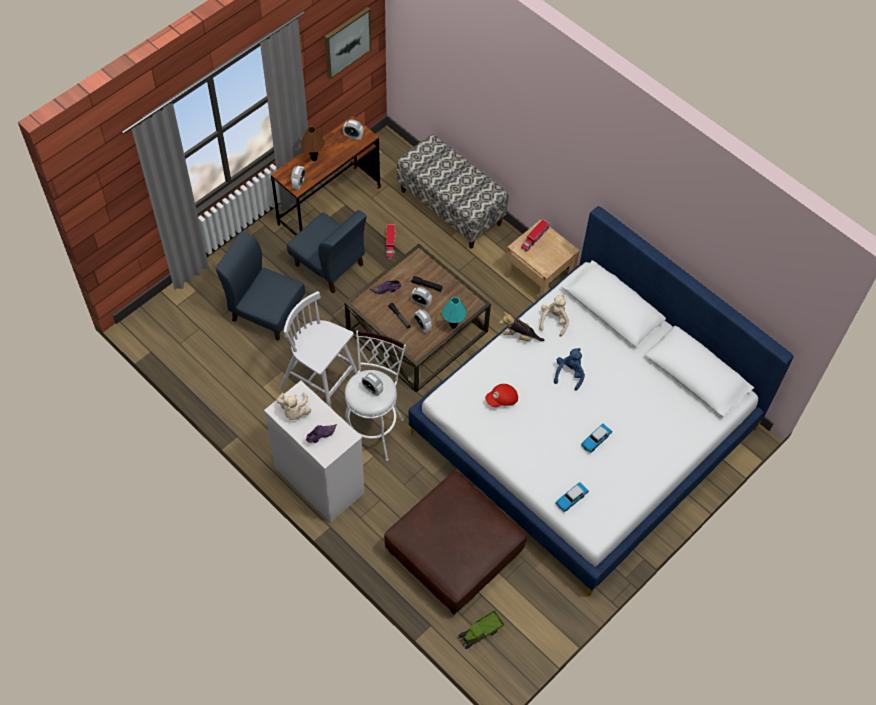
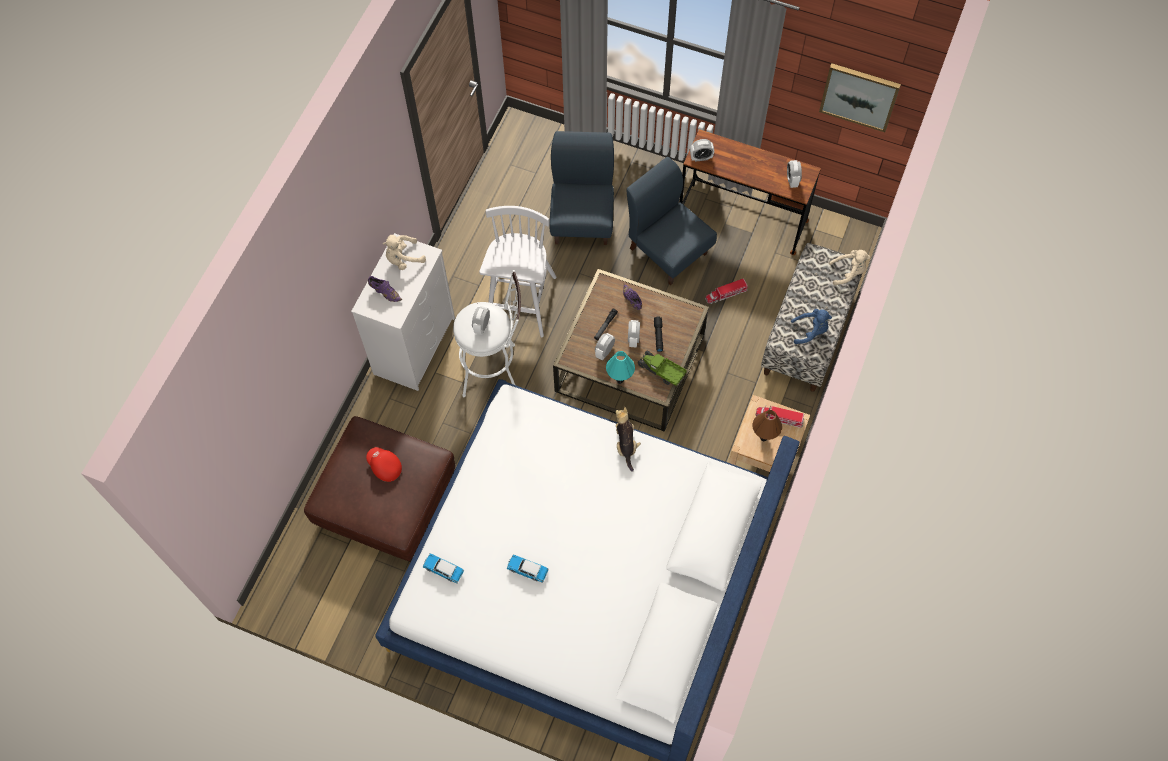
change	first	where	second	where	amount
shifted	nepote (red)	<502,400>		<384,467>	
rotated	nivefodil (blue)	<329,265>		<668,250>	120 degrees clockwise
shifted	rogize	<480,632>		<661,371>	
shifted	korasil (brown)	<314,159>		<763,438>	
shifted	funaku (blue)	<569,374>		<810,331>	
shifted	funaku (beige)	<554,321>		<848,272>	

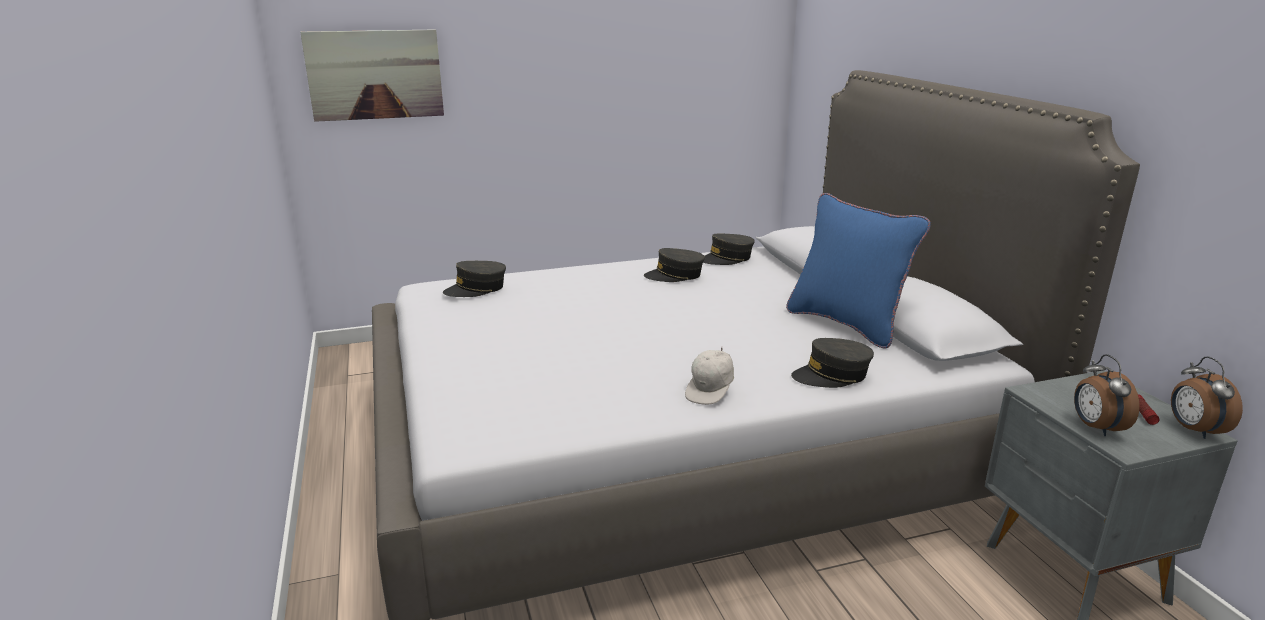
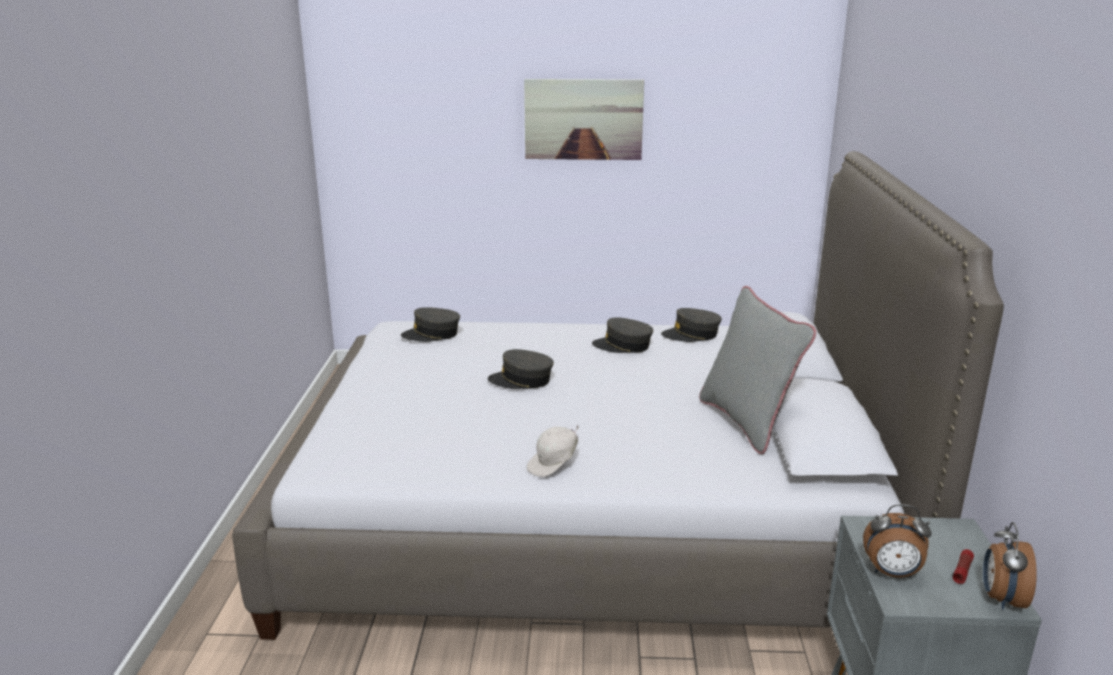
change	first	where	second	where	amount
shifted	nepote (grey)	<832,375>		<521,380>	
shifted	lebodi	<375,75>		<583,119>	
repainted	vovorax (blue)	<846,324>	vovorax (grey)	<747,422>	
rotated	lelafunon	<1095,427>		<892,573>	90 degrees counterclockwise

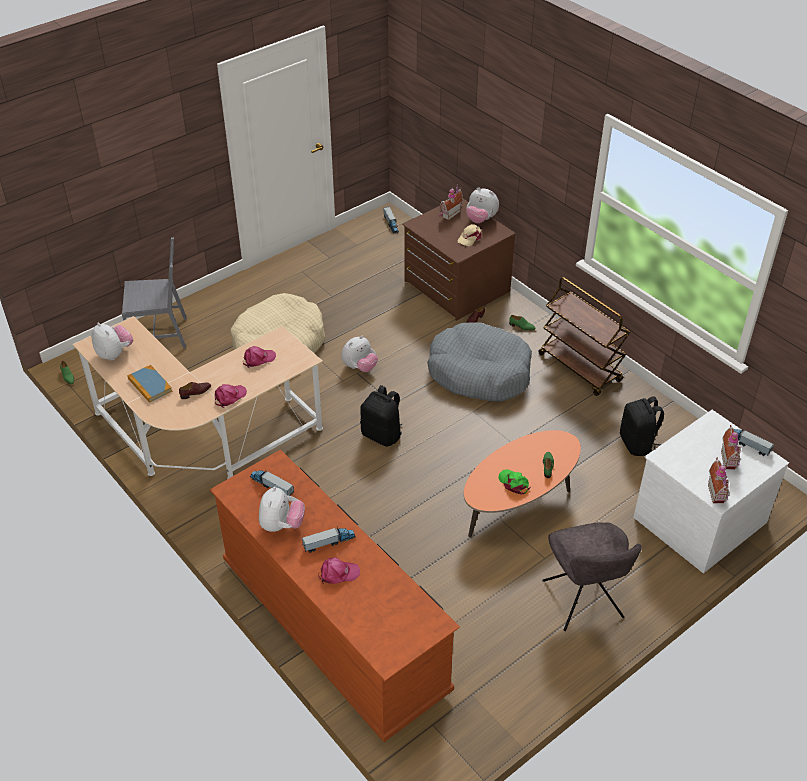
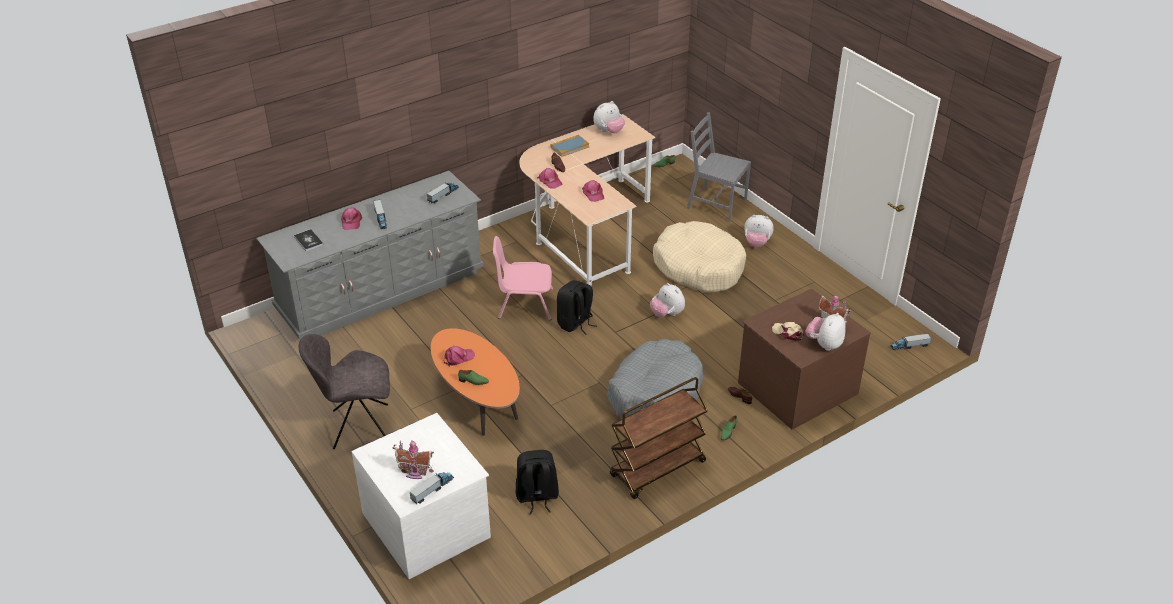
change	first	where	second	where	amount
repainted	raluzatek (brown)	<334,626>	raluzatek (grey)	<381,291>	
new			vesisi	<308,240>	
repainted	nepote (green)	<514,483>	nepote (pink)	<458,358>	
new			nivefodil (pink)	<524,304>	
rotated	nivefodil (grey)	<160,334>		<716,204>	120 degrees clockwise
shifted	funaku	<282,525>		<756,243>	
gone	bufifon	<718,493>			

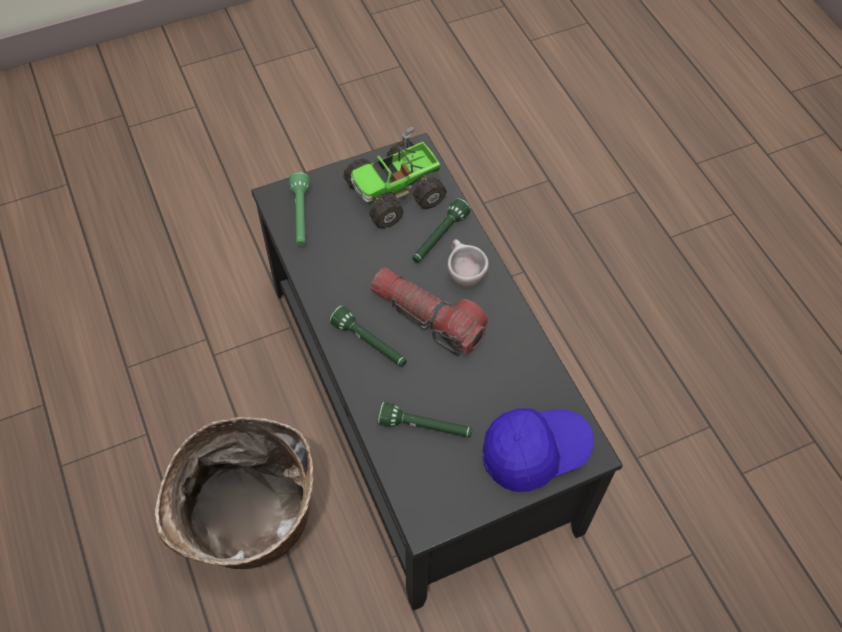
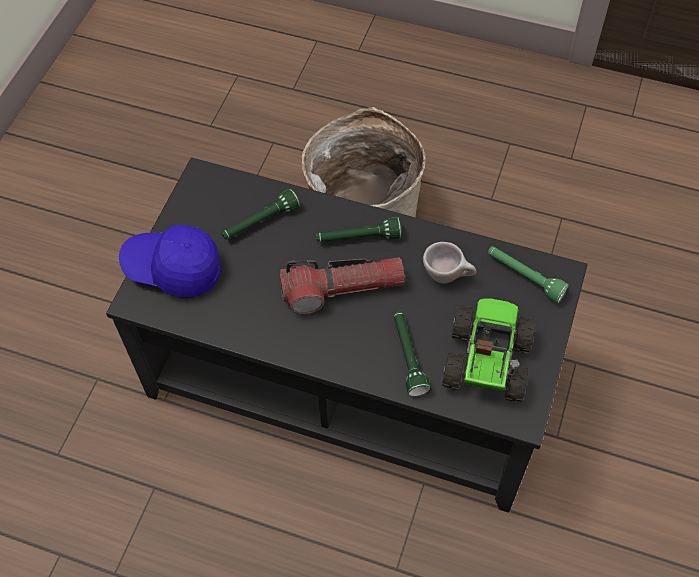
change	first	where	second	where	amount
rotated	nepote (blue)	<534,452>		<173,268>	75 degrees clockwise
shifted	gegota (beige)	<463,275>		<448,276>	

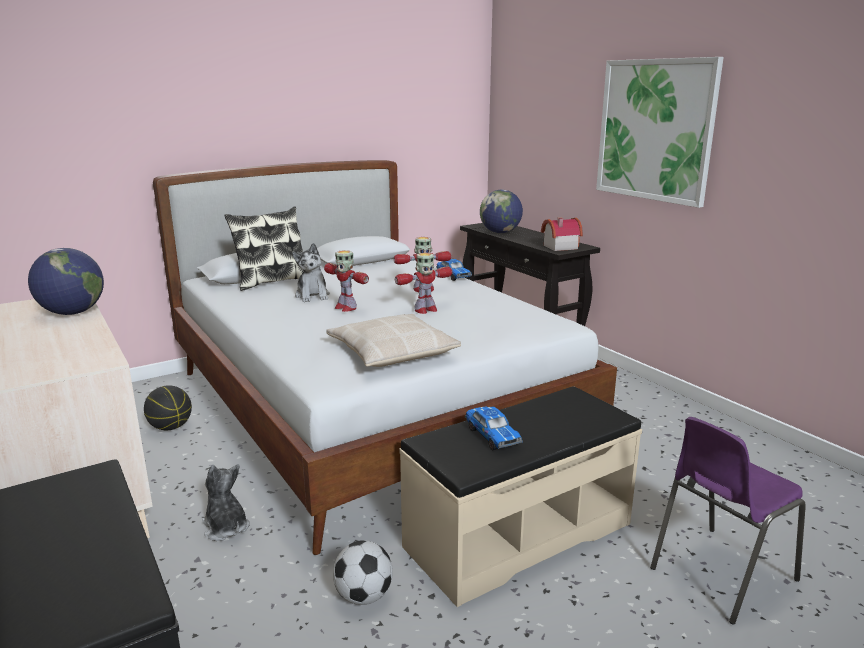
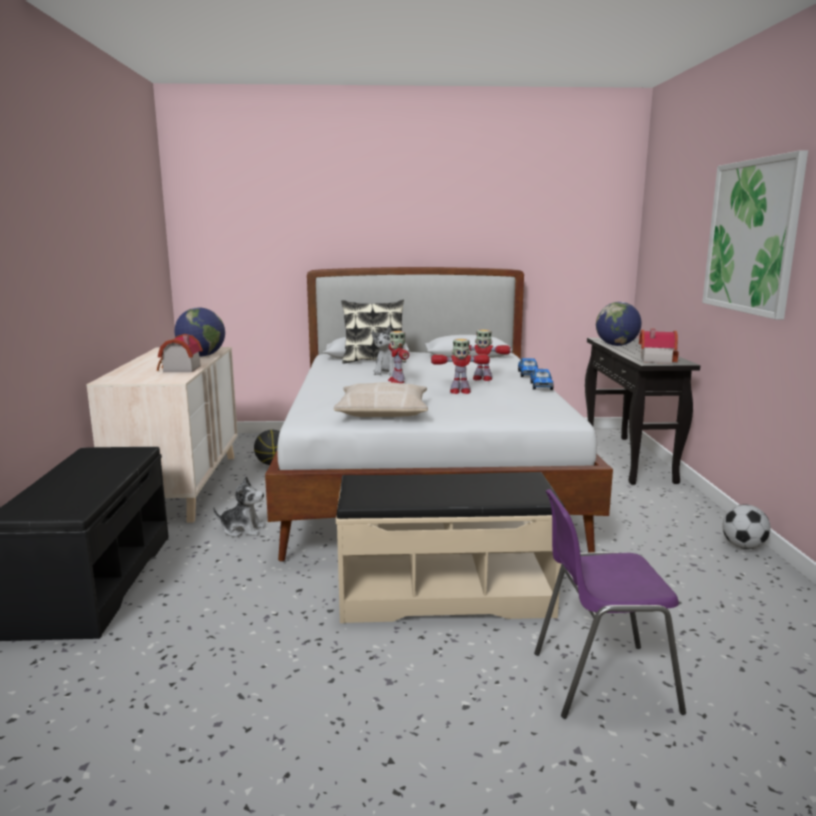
change	first	where	second	where	amount
new			bufifon	<179,369>	
rotated	funaku	<226,528>		<242,529>	105 degrees clockwise
shifted	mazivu	<492,435>		<541,386>	
shifted	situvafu	<363,597>		<743,547>	

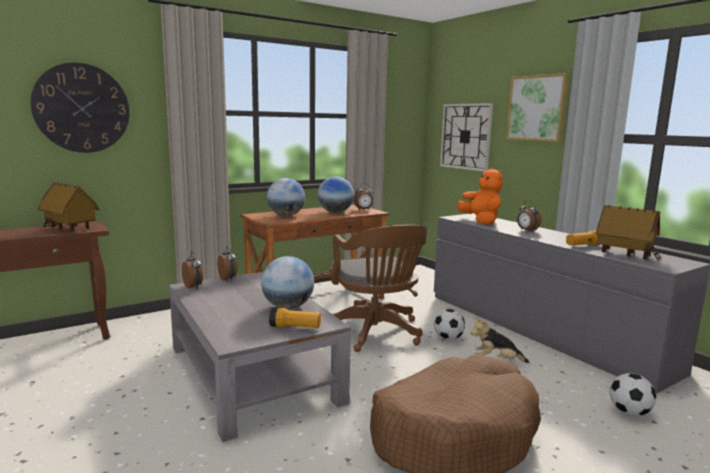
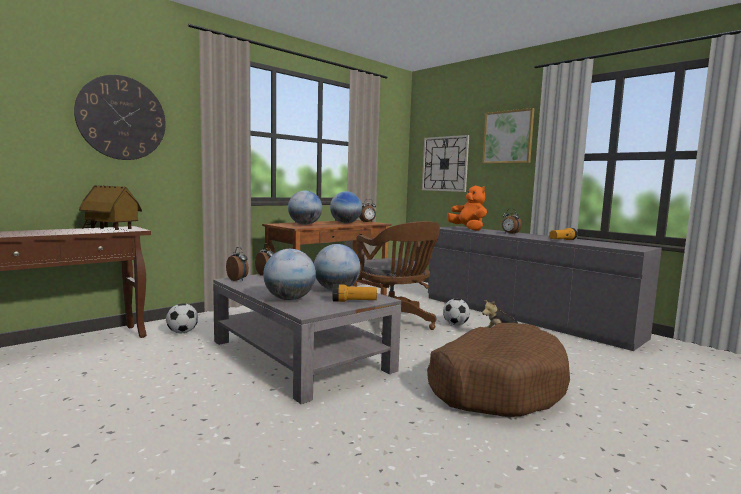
change	first	where	second	where	amount
shifted	situvafu	<629,412>		<182,332>	
new			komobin	<289,299>	
gone	bufifon	<625,255>			

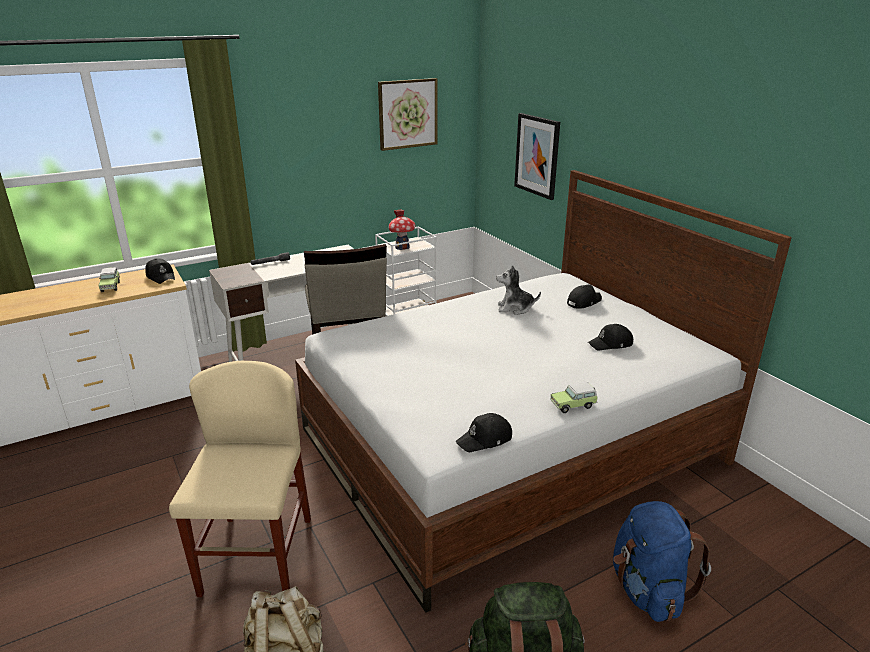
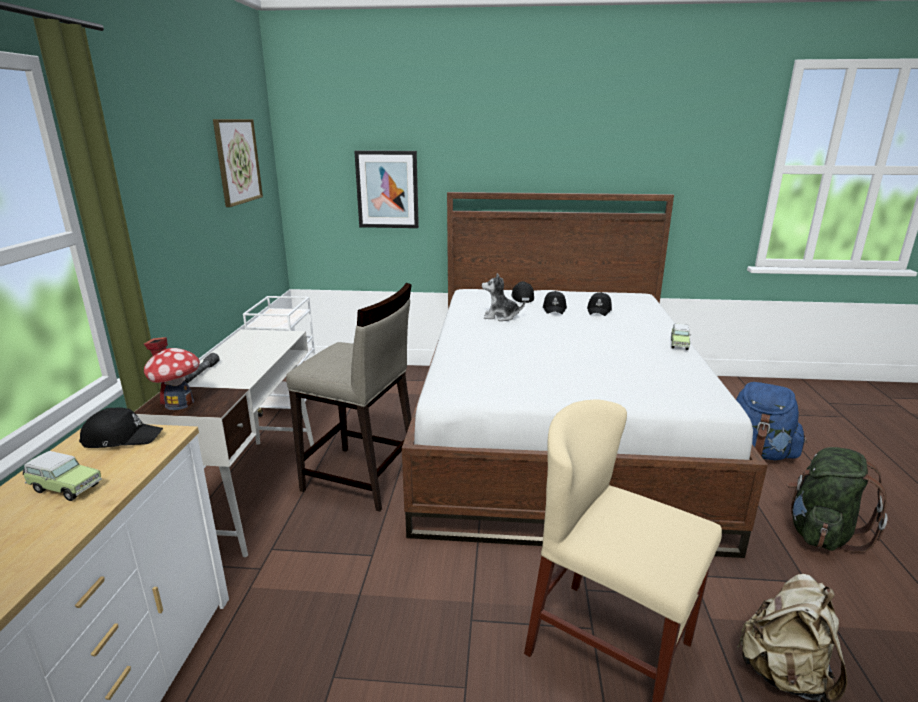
change	first	where	second	where	amount
shifted	bufifon	<402,247>		<179,403>	
rotated	funaku	<515,308>		<500,317>	60 degrees clockwise
shifted	nepote (black)	<485,439>		<554,309>	

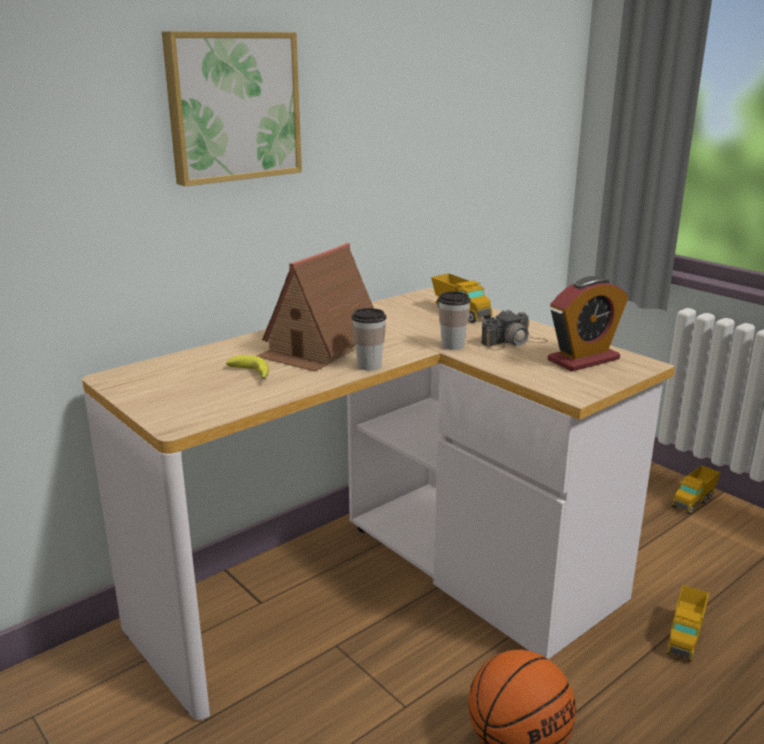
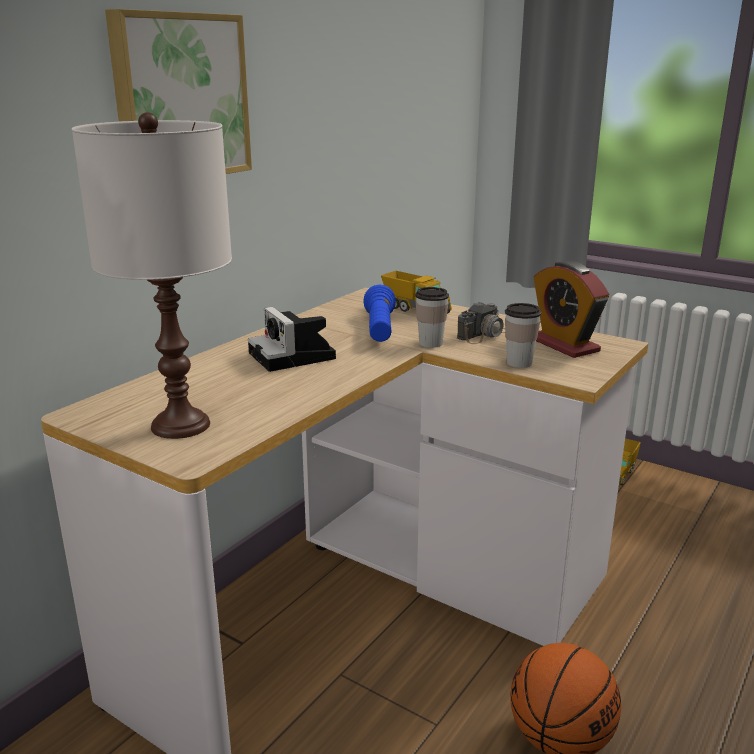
change	first	where	second	where	amount
new			korasil (white)	<180,425>	
swapped	bufifon	<319,346>	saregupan	<294,357>	
new			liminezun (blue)	<380,330>	
shifted	gegota	<369,365>		<519,363>	
rotated	lelafunon	<583,359>		<564,345>	105 degrees clockwise
gone	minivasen	<252,375>			
gone	rogize	<684,637>			

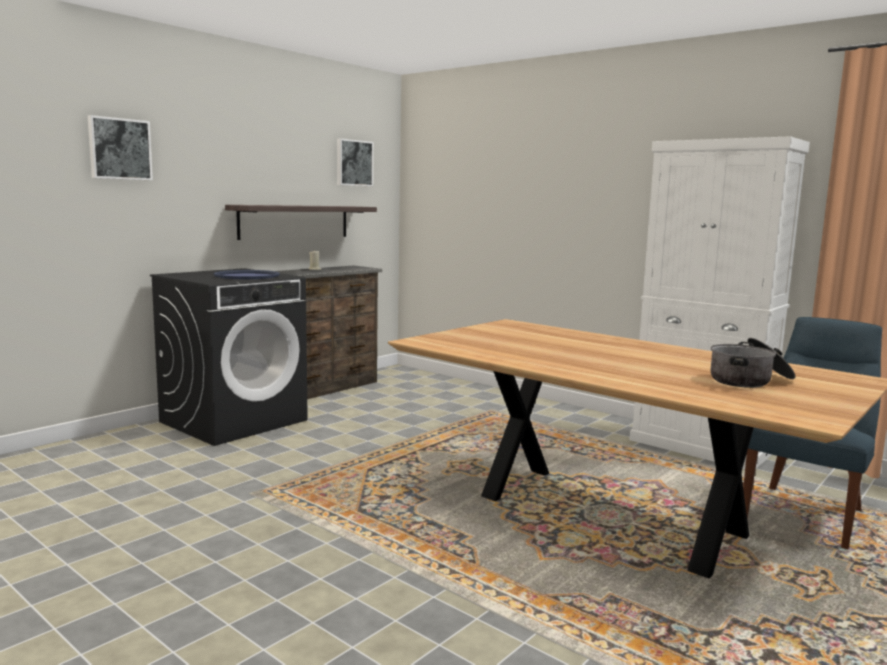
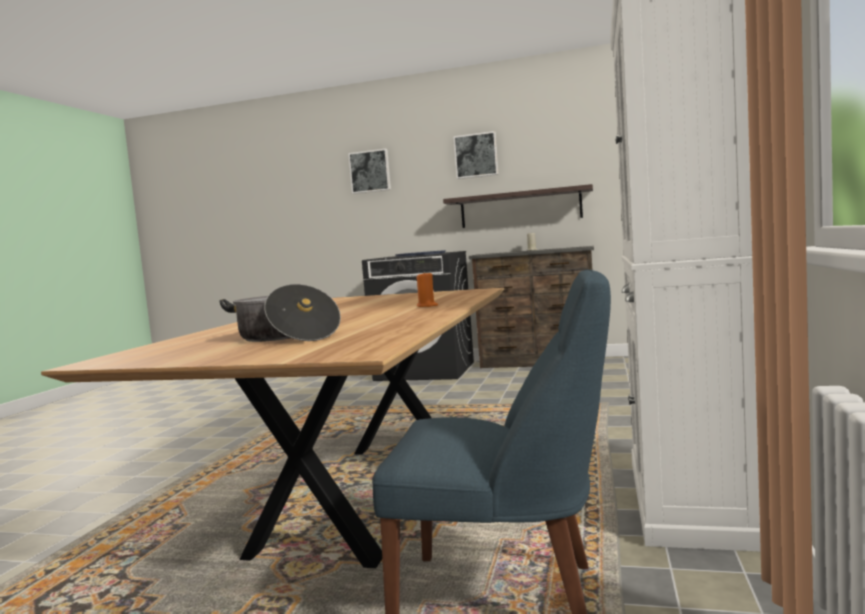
change	first	where	second	where	amount
new			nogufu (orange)	<427,306>	
shifted	lebodi	<353,163>		<476,155>	

